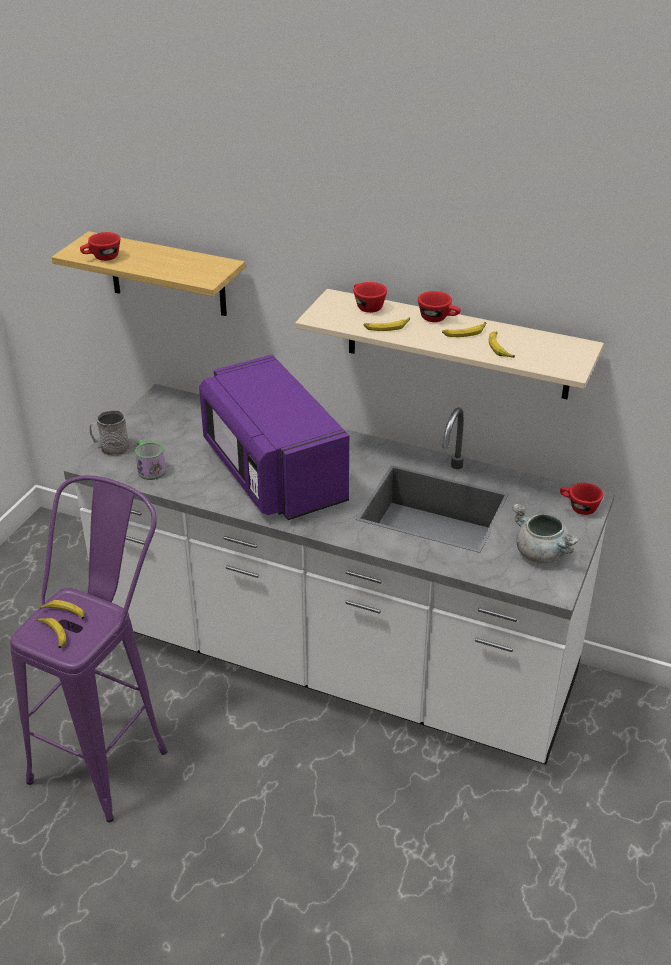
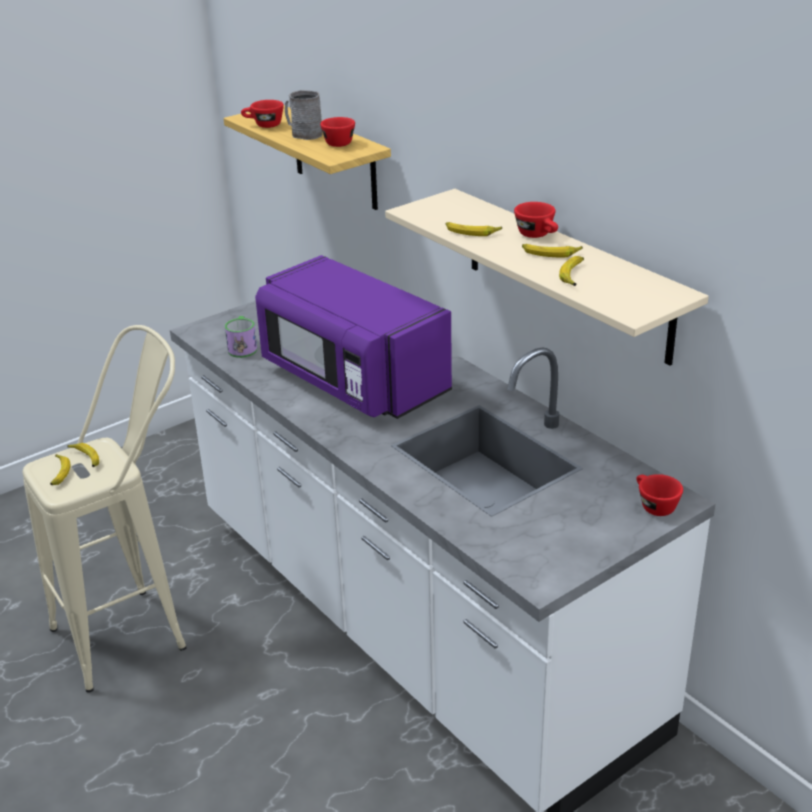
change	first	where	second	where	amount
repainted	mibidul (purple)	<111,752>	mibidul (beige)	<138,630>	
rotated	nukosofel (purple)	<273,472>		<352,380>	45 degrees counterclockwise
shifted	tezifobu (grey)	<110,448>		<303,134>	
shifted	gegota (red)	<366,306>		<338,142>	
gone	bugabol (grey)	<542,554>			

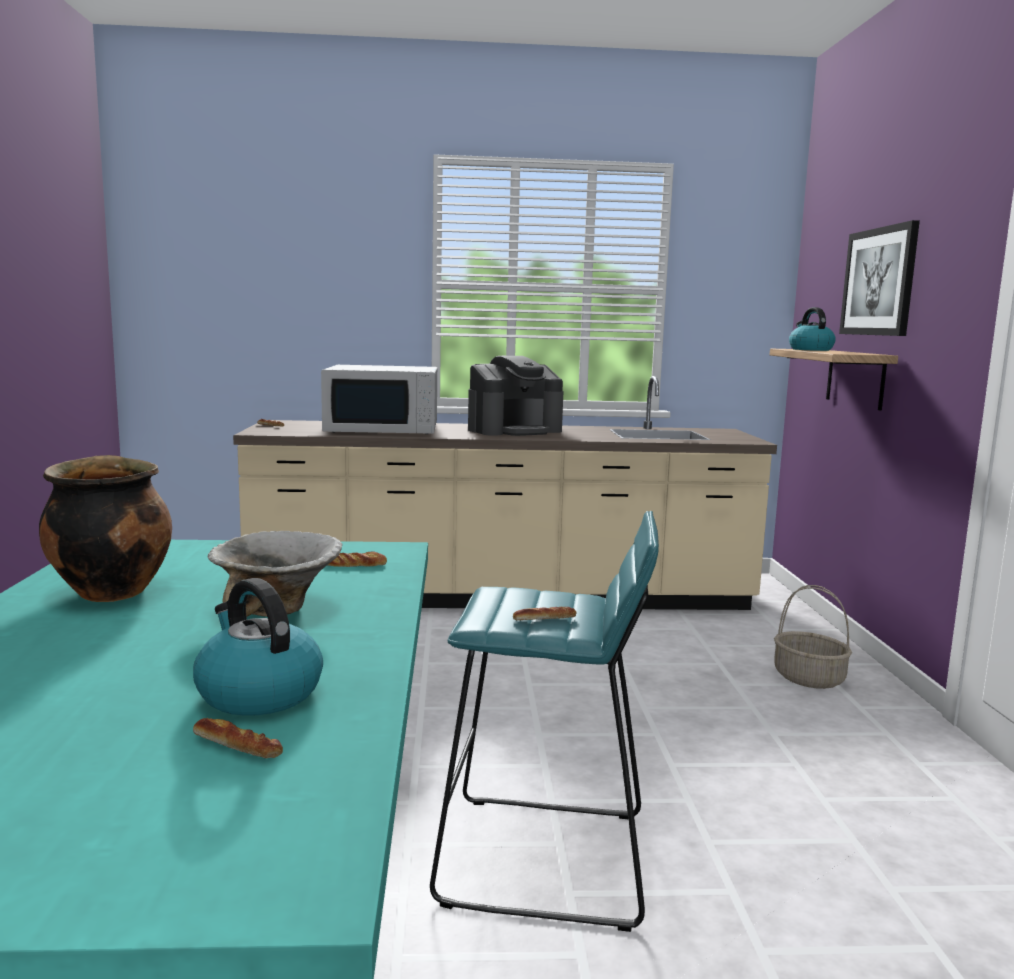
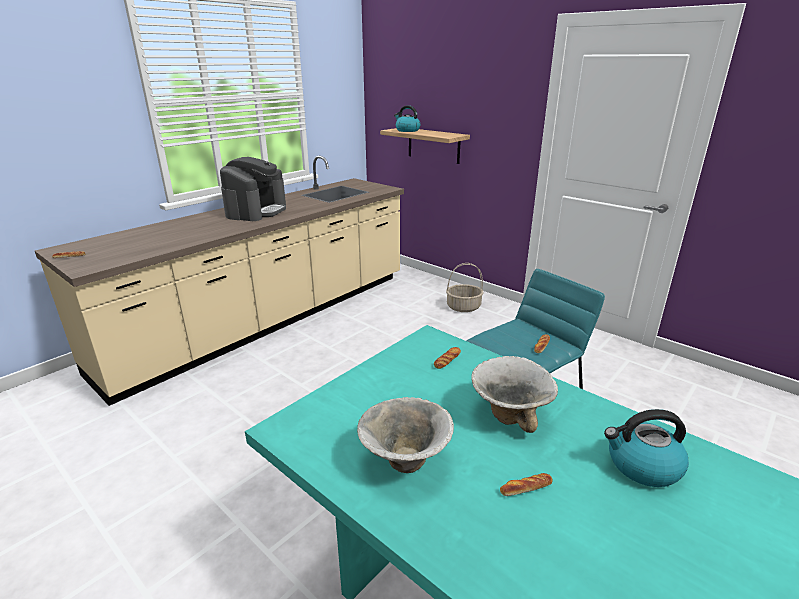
change	first	where	second	where	amount
swapped	bugabol	<110,591>	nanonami	<404,462>	
shifted	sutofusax	<237,746>		<526,488>	
gone	nukosofel (white)	<384,428>			
gone	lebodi	<879,282>			

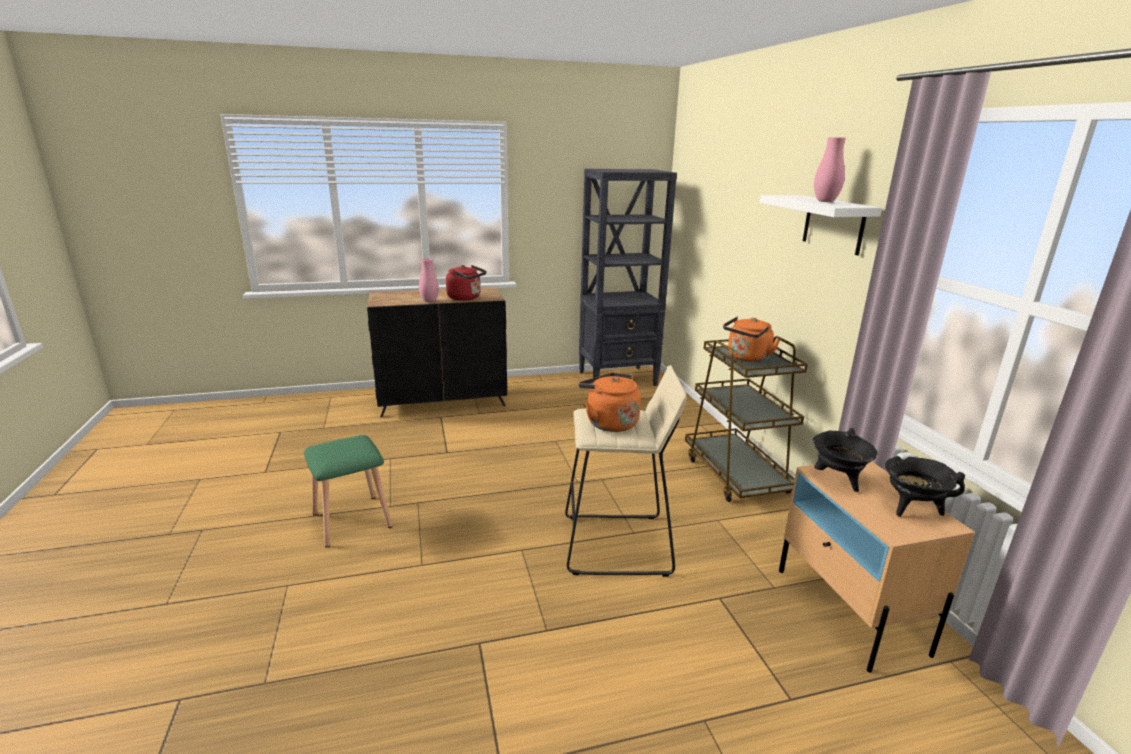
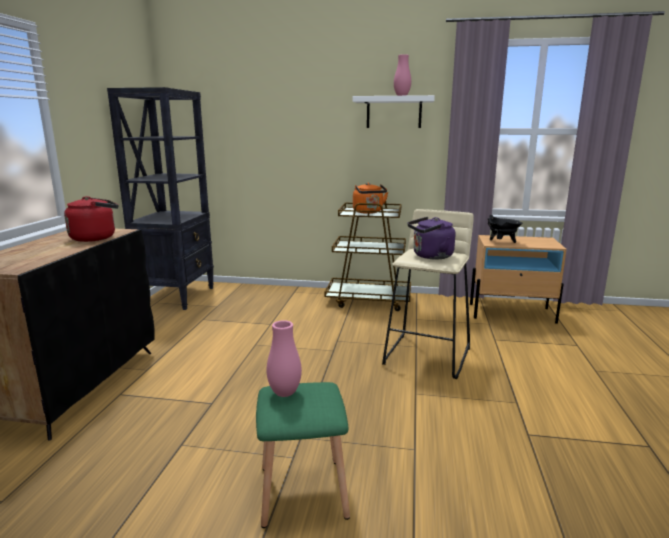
change	first	where	second	where	amount
shifted	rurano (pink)	<429,301>		<284,393>	
repainted	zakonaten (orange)	<609,422>	zakonaten (purple)	<430,256>	
gone	bugabol (black)	<912,508>			

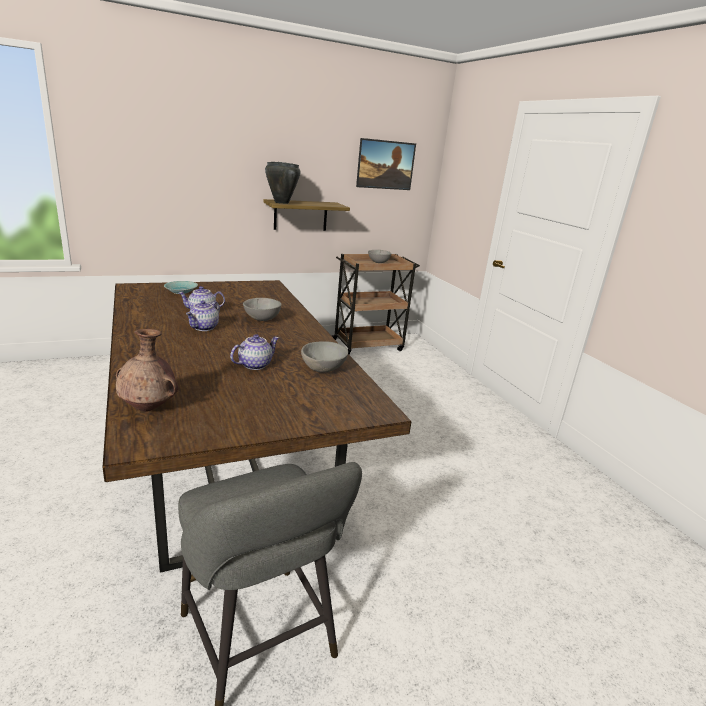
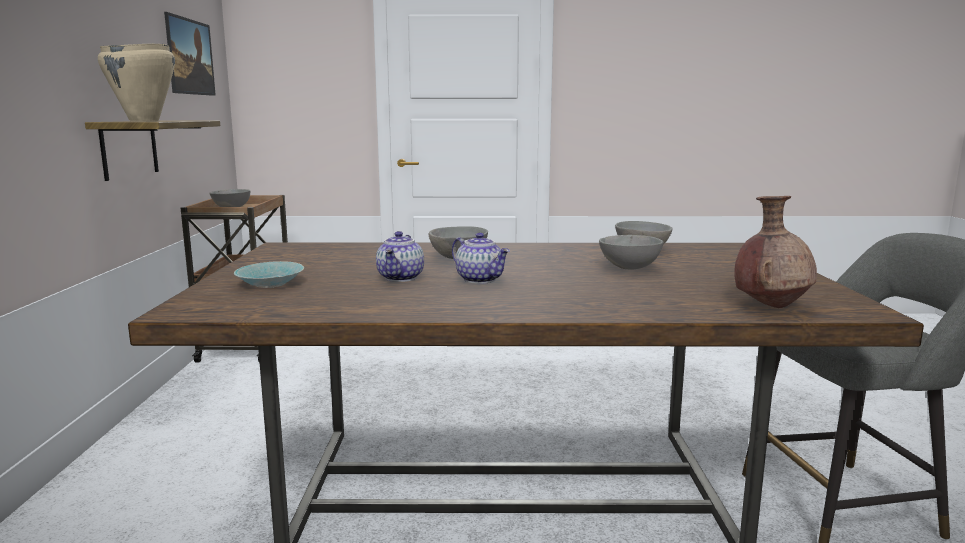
change	first	where	second	where	amount
repainted	bugabol (black)	<281,202>	bugabol (beige)	<144,121>	
swapped	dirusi	<255,365>	nanonami (grey)	<628,268>	

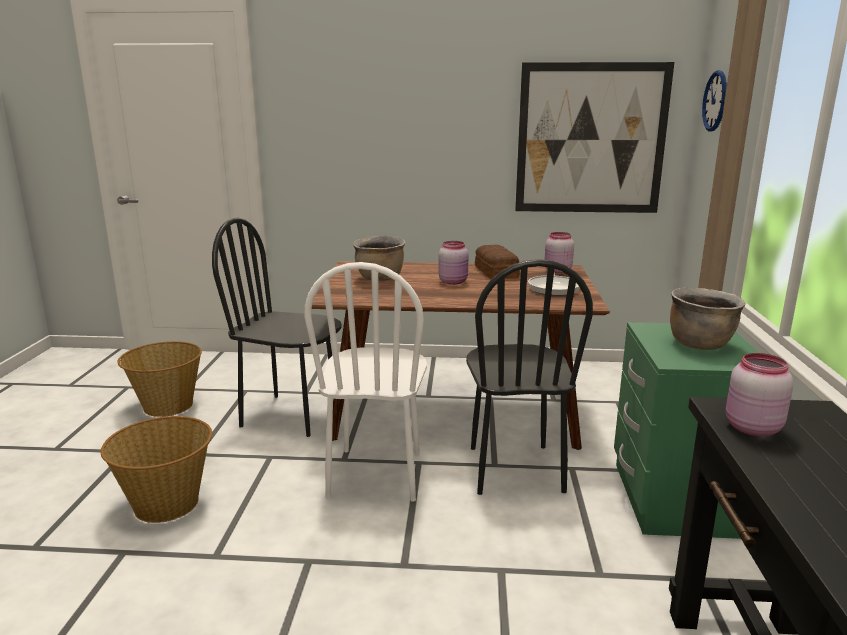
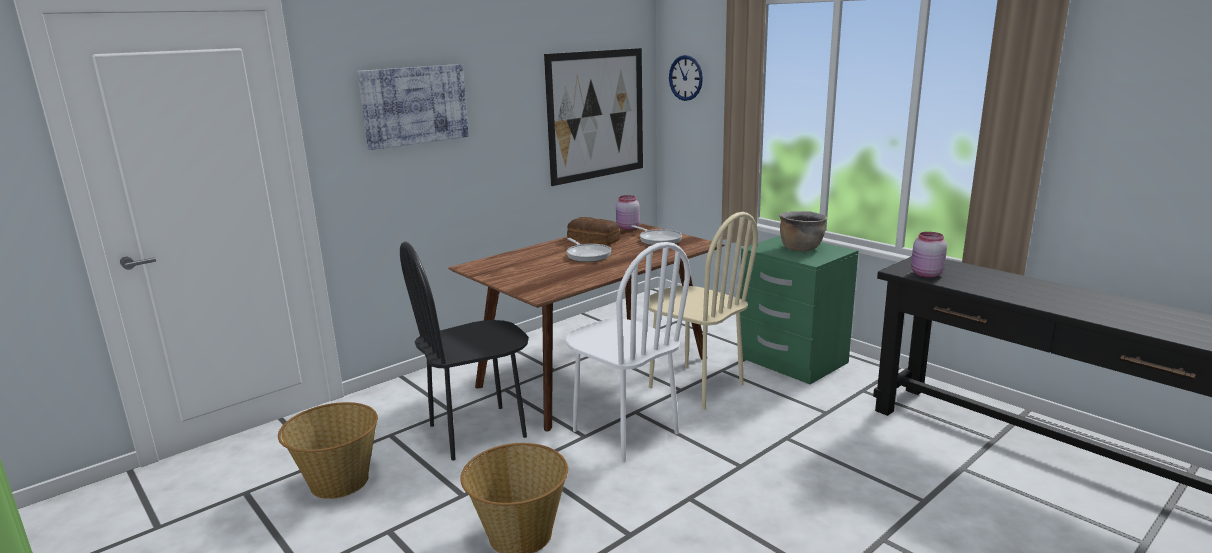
change	first	where	second	where	amount
new			lebodi	<415,105>	
swapped	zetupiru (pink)	<453,282>	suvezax	<587,255>	
repainted	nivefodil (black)	<514,469>	nivefodil (beige)	<695,386>	
gone	bugabol (brown)	<380,278>			

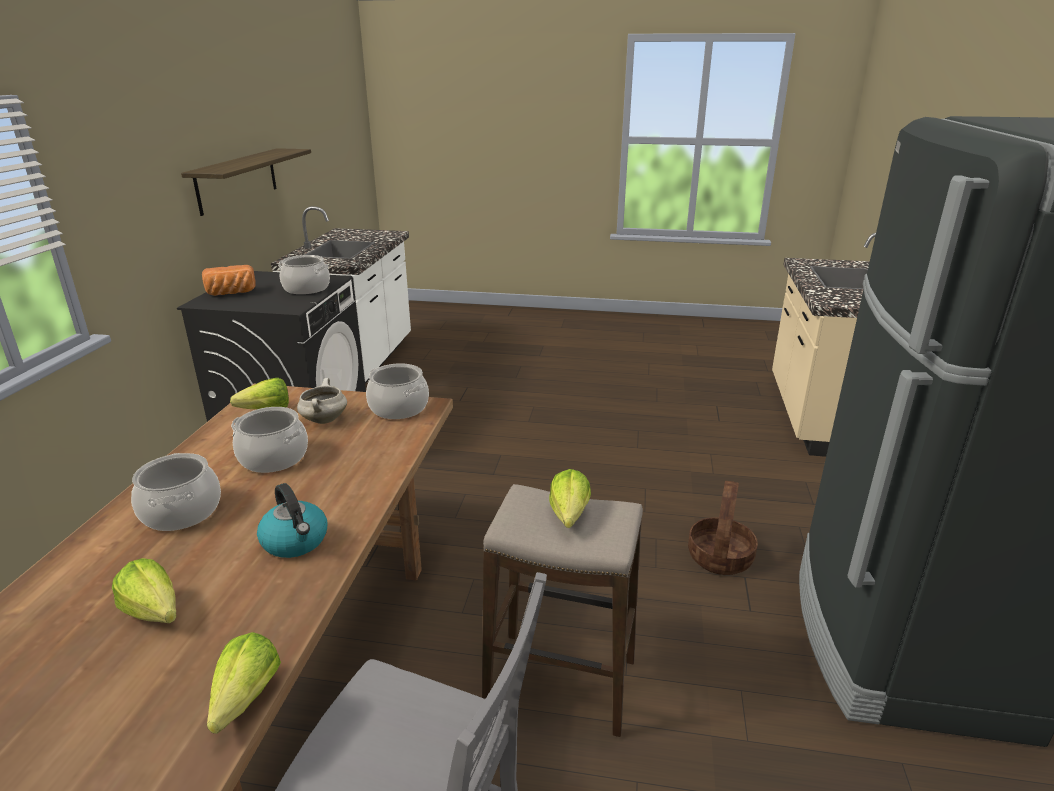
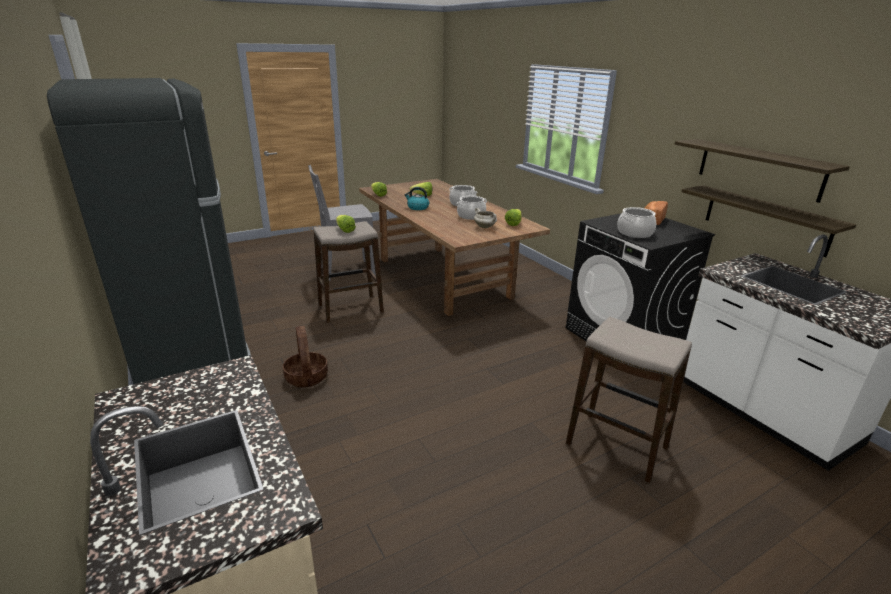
change	first	where	second	where	amount
new			mibidul	<616,446>	
new			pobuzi	<765,219>	
gone	bugabol	<399,408>			

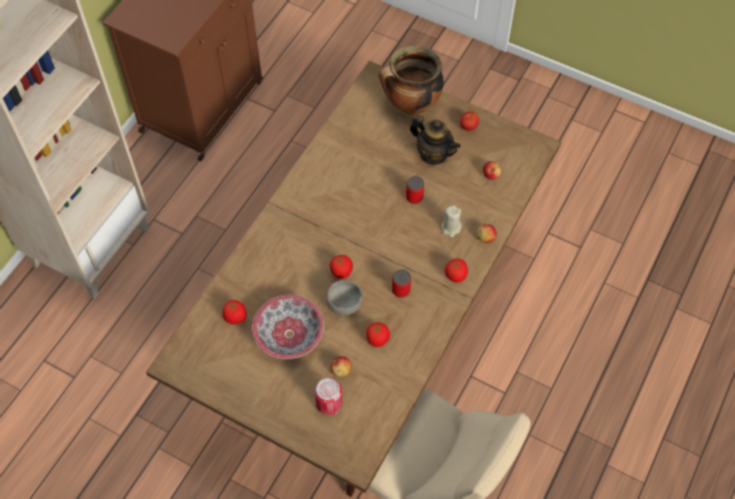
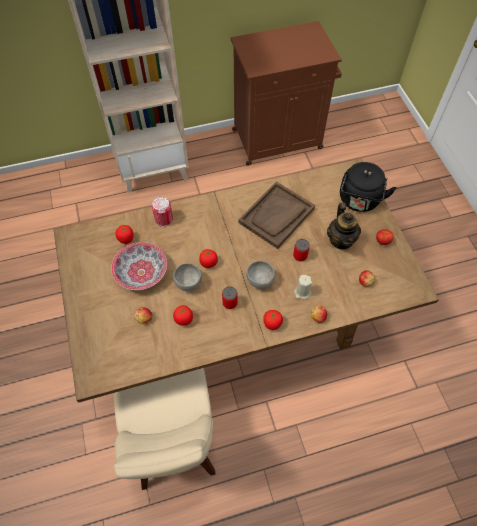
change	first	where	second	where	amount
shifted	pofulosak	<329,403>		<164,219>	
new			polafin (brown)	<276,216>	
new			nanonami (grey)	<260,281>	
swapped	bugabol	<411,105>	zakonaten (black)	<359,201>	

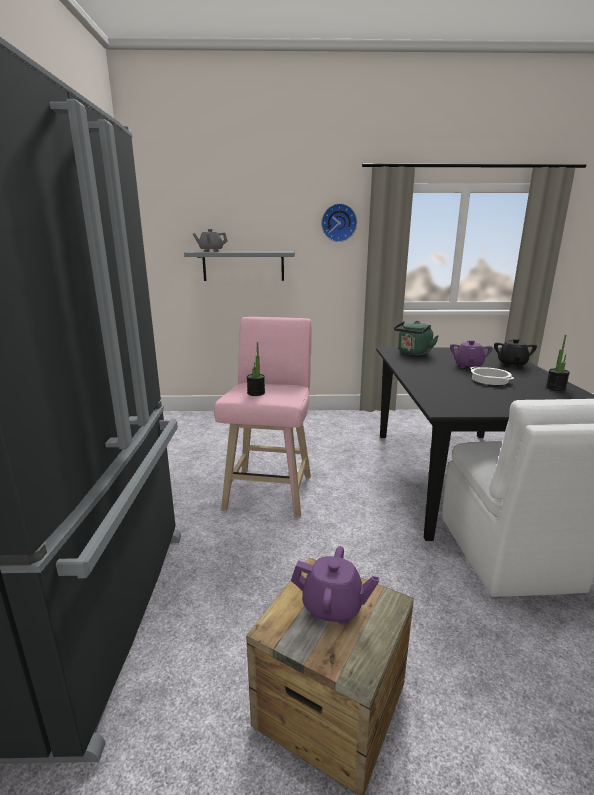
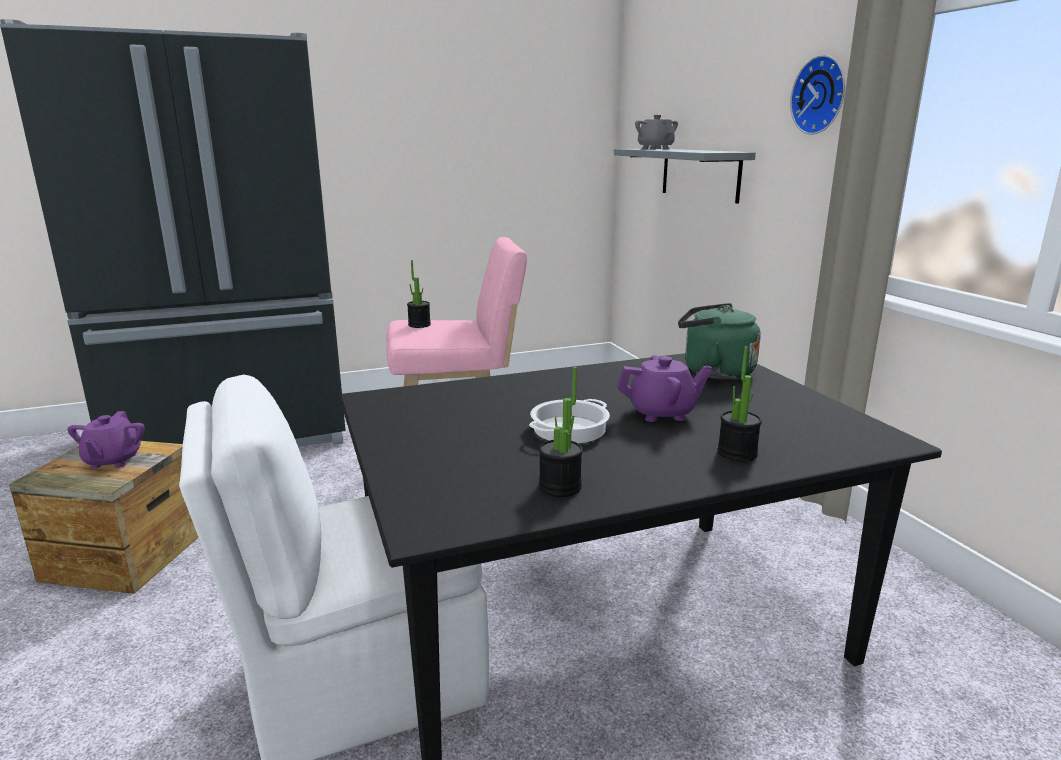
change	first	where	second	where	amount
swapped	dirusi (black)	<512,364>	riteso	<737,453>	

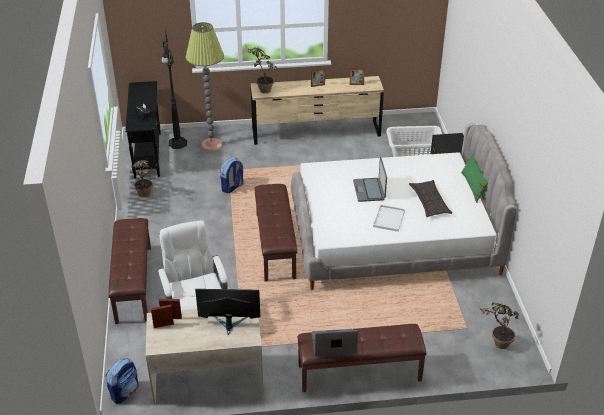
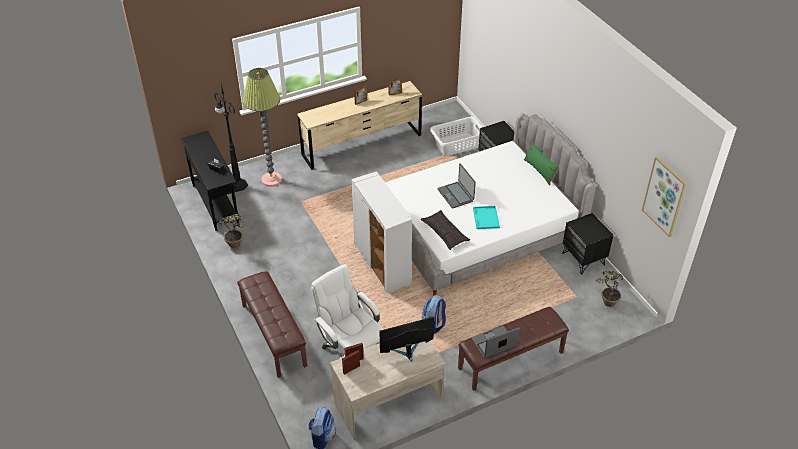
change	first	where	second	where	amount
swapped	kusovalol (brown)	<276,245>	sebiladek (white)	<382,264>	
shifted	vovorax	<429,202>		<445,232>	
shifted	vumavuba	<232,187>		<434,324>	
repainted	polafin (white)	<388,218>	polafin (turquoise)	<485,217>	
new			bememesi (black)	<583,259>	
new			lebodi	<664,196>	
gone	riteso	<262,89>			

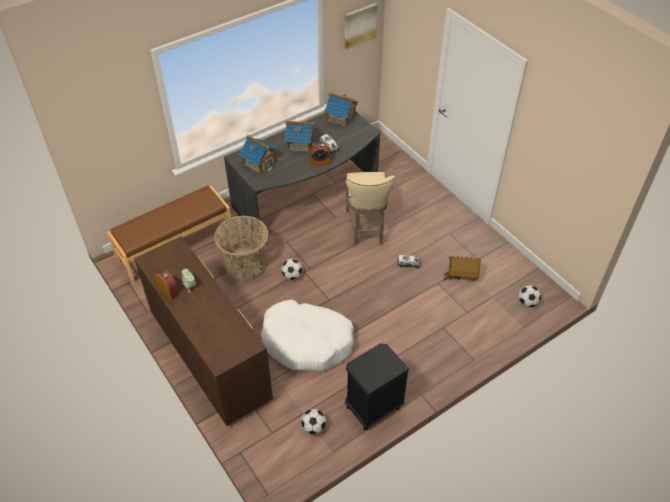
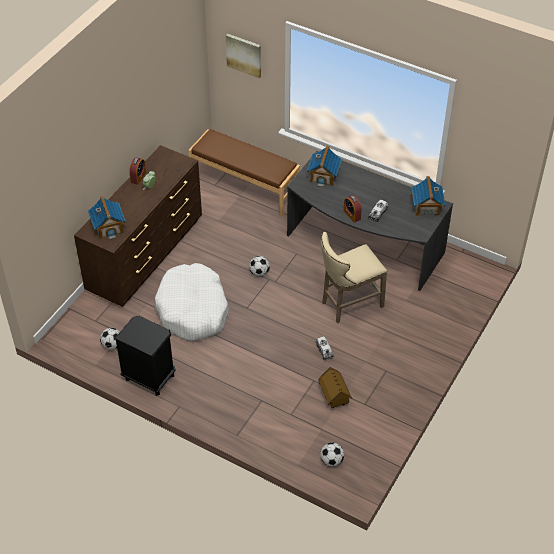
change	first	where	second	where	amount
shifted	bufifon	<300,144>		<108,227>	
shifted	lebodi	<359,25>		<244,55>	
gone	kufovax	<245,264>			

